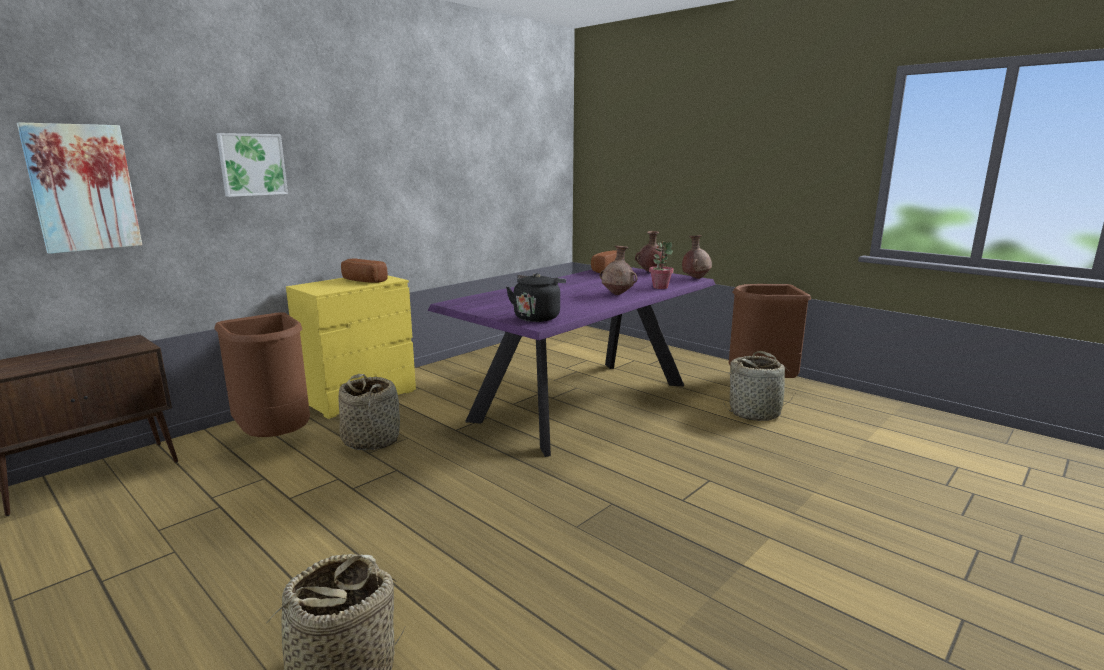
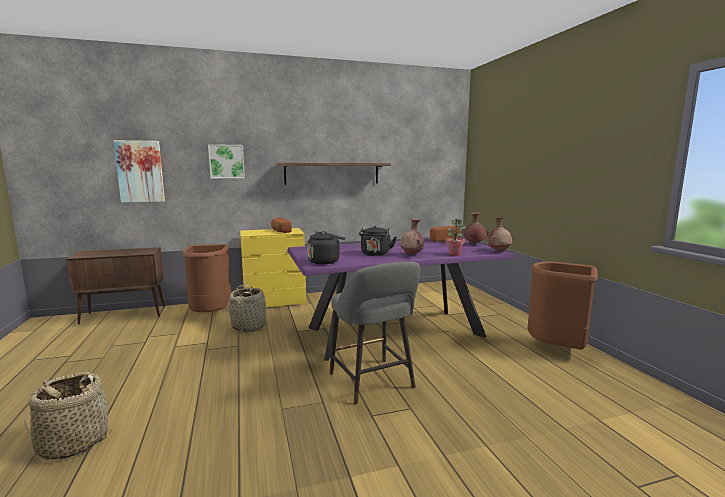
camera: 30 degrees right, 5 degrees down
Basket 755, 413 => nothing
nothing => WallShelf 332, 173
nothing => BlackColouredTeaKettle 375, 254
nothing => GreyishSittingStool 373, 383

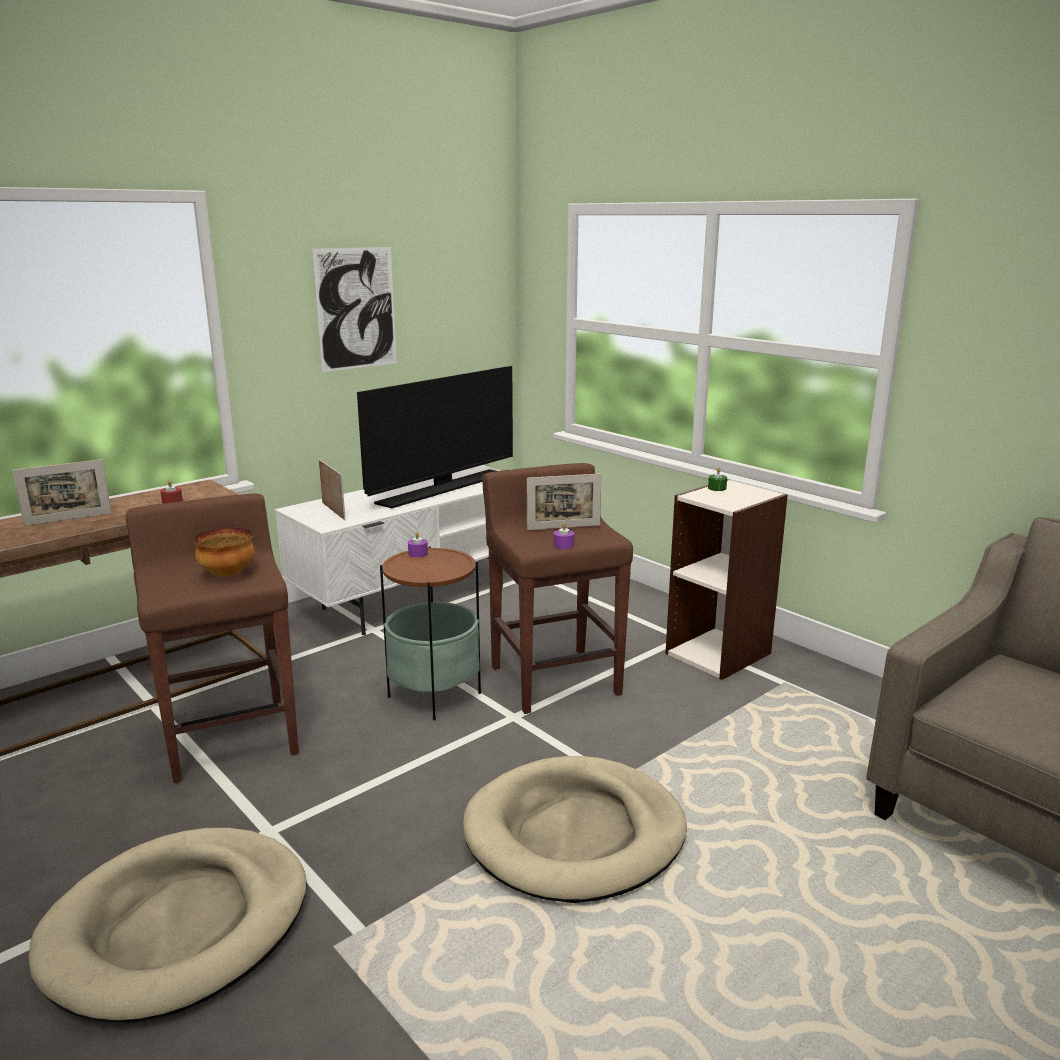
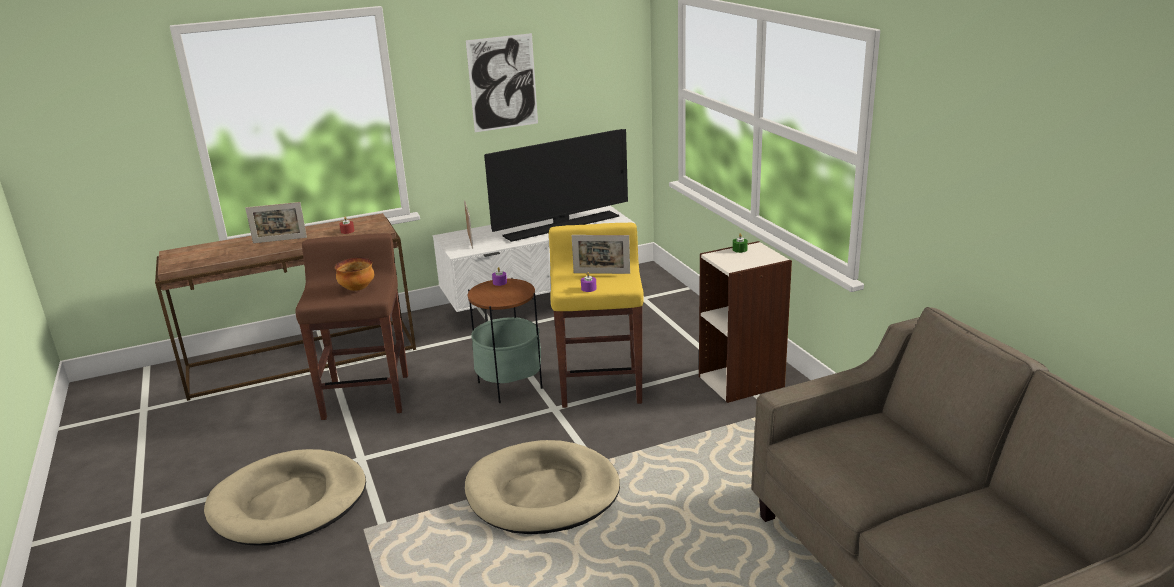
camera: 20 degrees right, 5 degrees up
BrownSittingStool 554, 679 => YellowSittingStool 600, 385

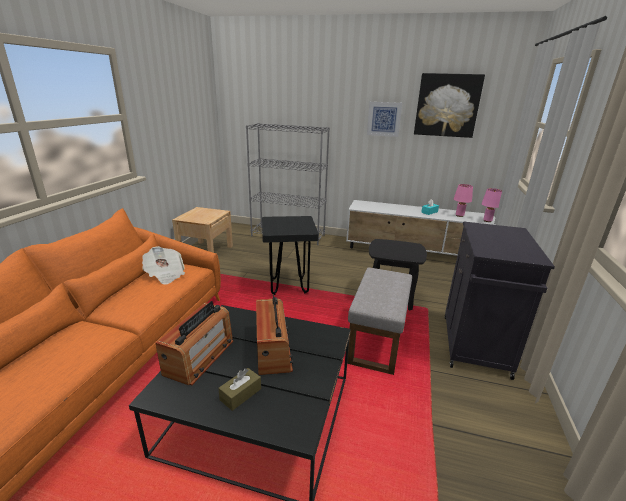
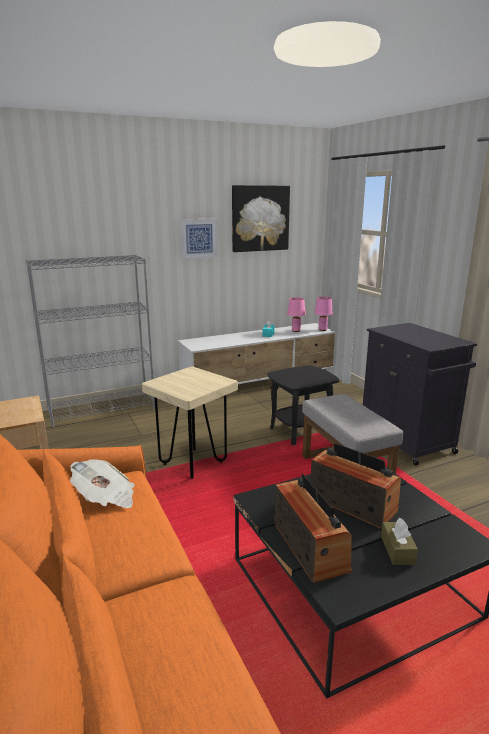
camera: 40 degrees left, 5 degrees down
BlackColouredSittingStool 288, 286 => SandColouredSittingStool 193, 463

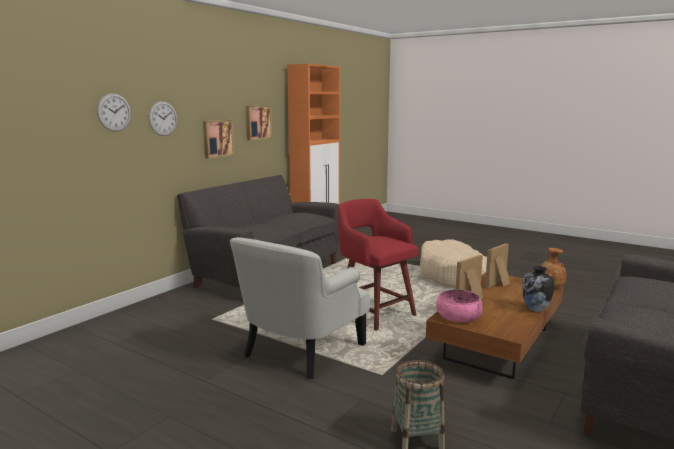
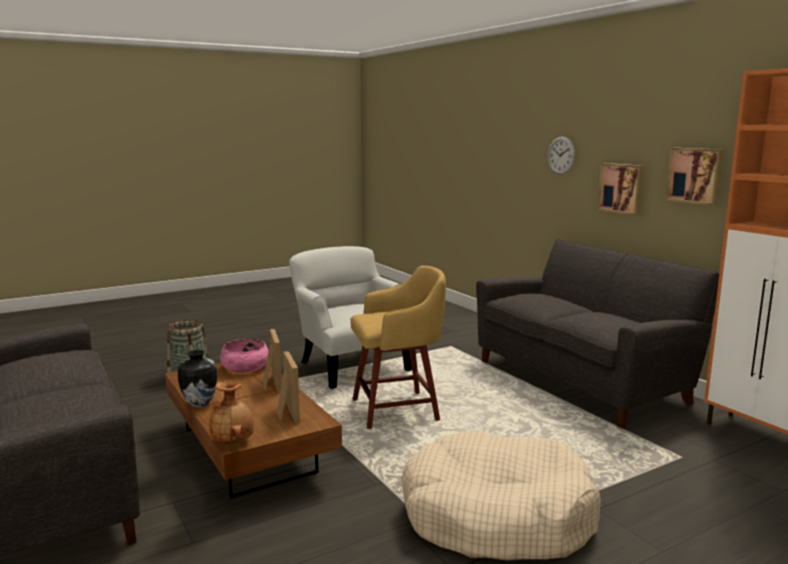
camera: 115 degrees right, 0 degrees up
ClockOnTheWall 114, 112 => nothing
RedColouredSittingStool 374, 313 => YellowSittingStool 398, 410

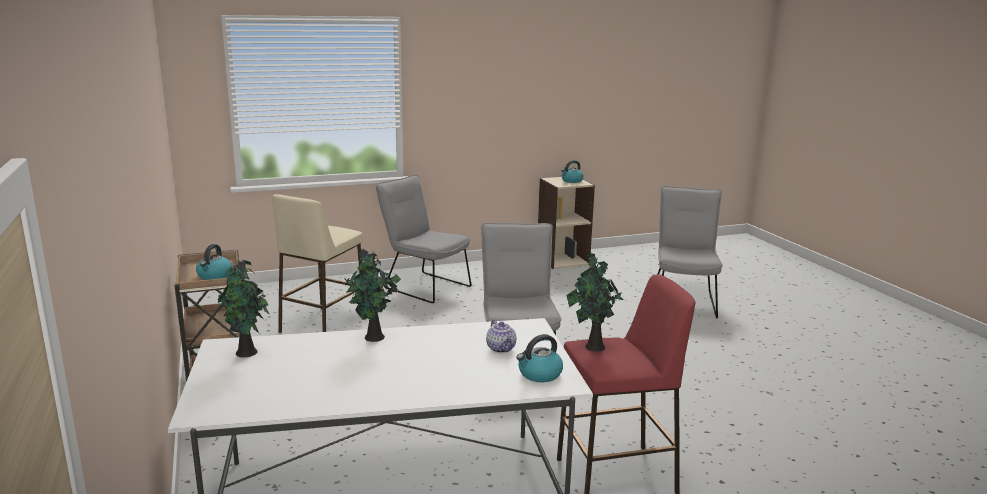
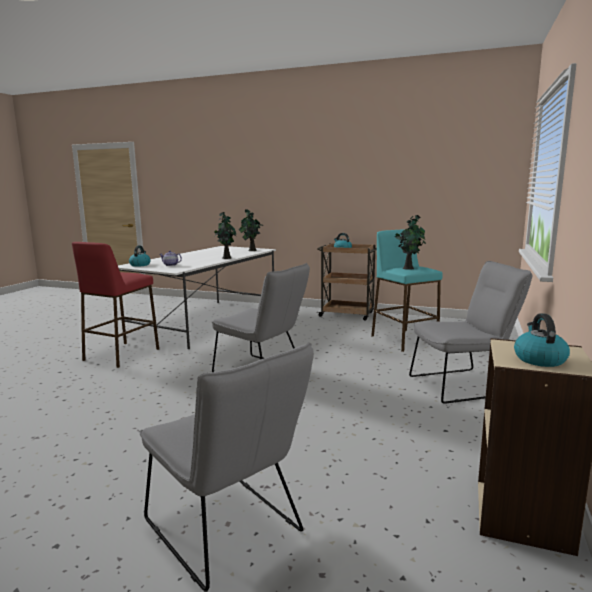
camera: 130 degrees right, 5 degrees down
SandColouredSittingStool 322, 325 => TurquoiseSittingStool 403, 340
PottedPlant 593, 346 => PottedPlant 409, 268, moved

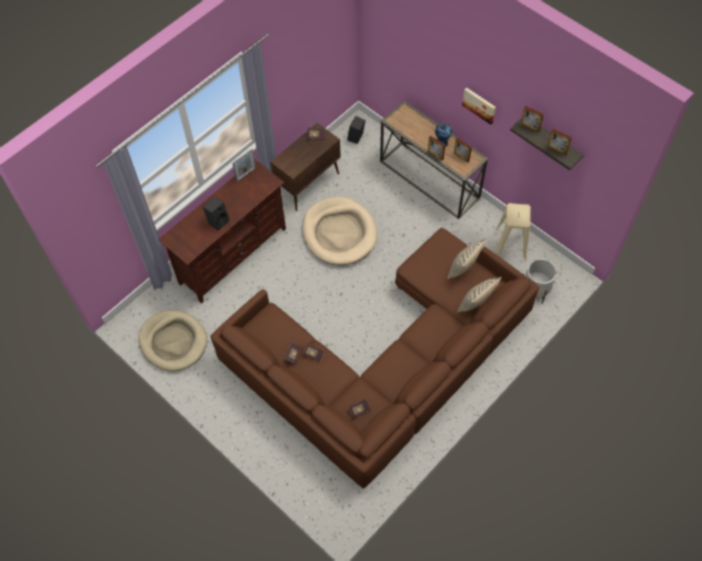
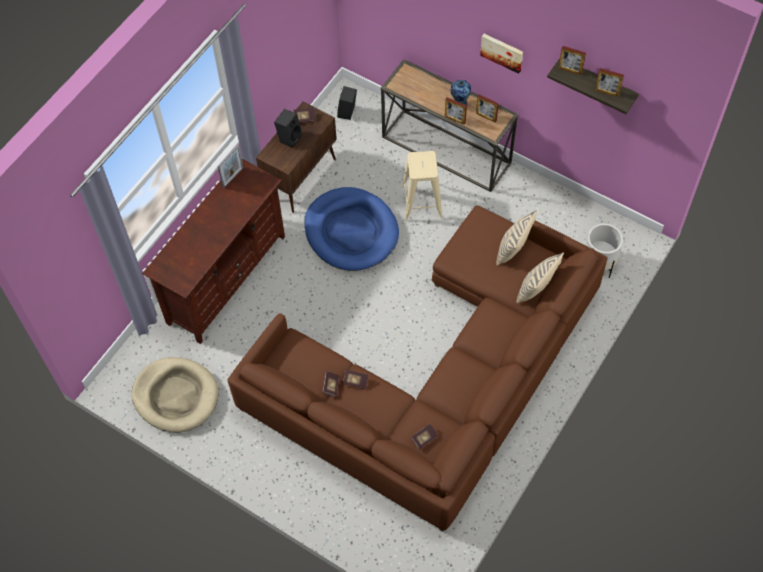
camera: 10 degrees left, 0 degrees up
BlackColouredAudioSpeaker 218, 220 => BlackColouredAudioSpeaker 289, 137, moved
SandColouredDogCushion 339, 233 => BlueColouredDogCushion 351, 231
SandColouredSittingStool 510, 244 => SandColouredSittingStool 422, 202, moved

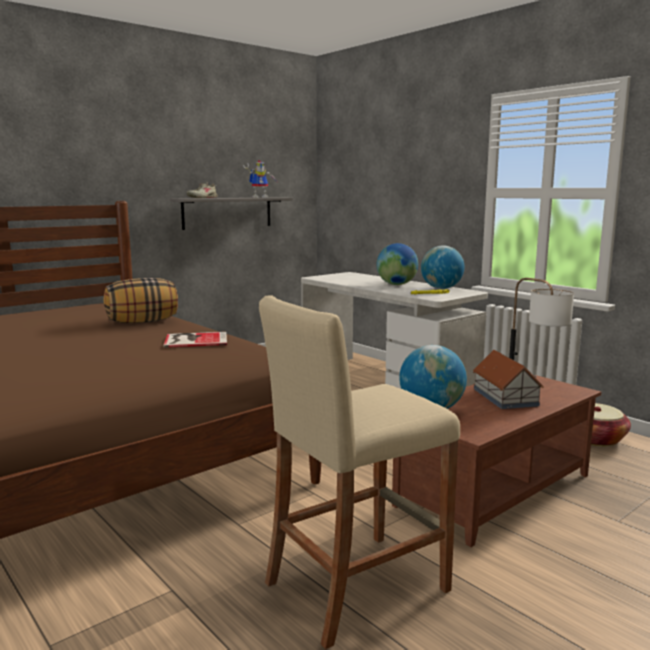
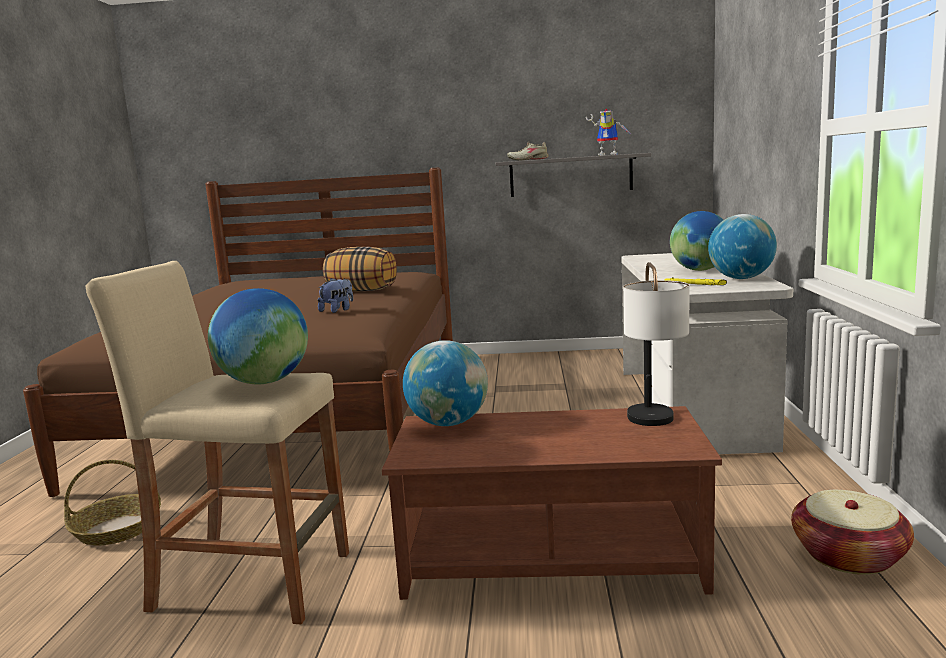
camera: 45 degrees right, 0 degrees up
BoundBook 194, 340 => SoftToy 337, 310
ModelHouse 505, 397 => nothing
nothing => Globe 265, 382
nothing => Basket 118, 529

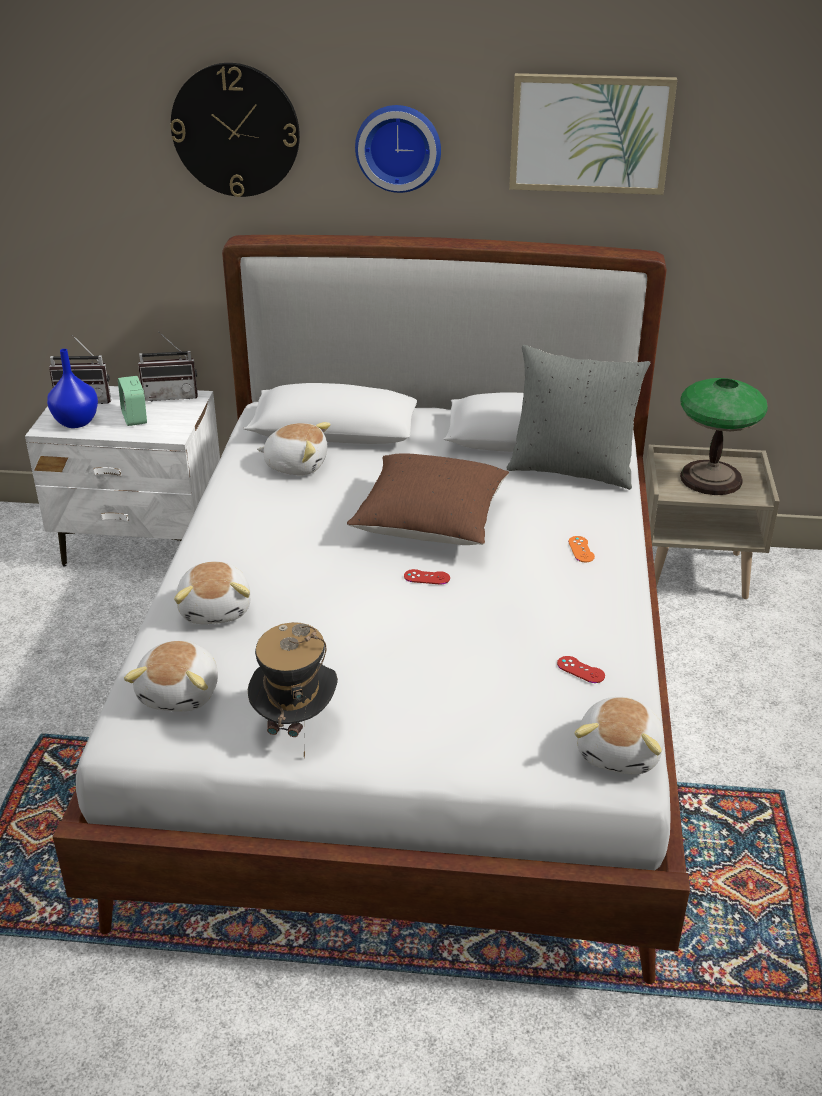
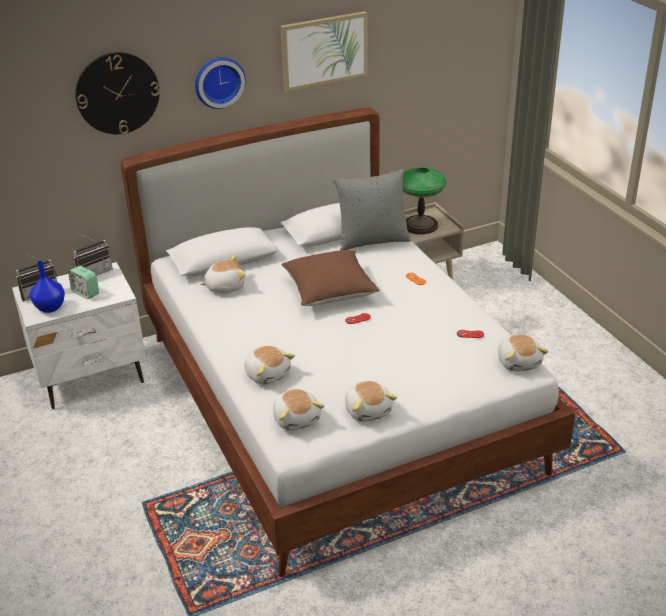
camera: 30 degrees left, 0 degrees up
ClothingHat 295, 726 => SoftToy 368, 410

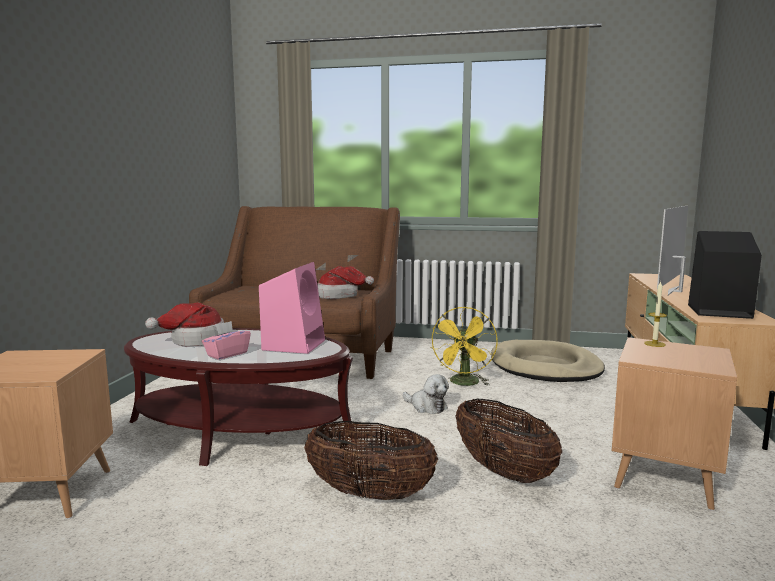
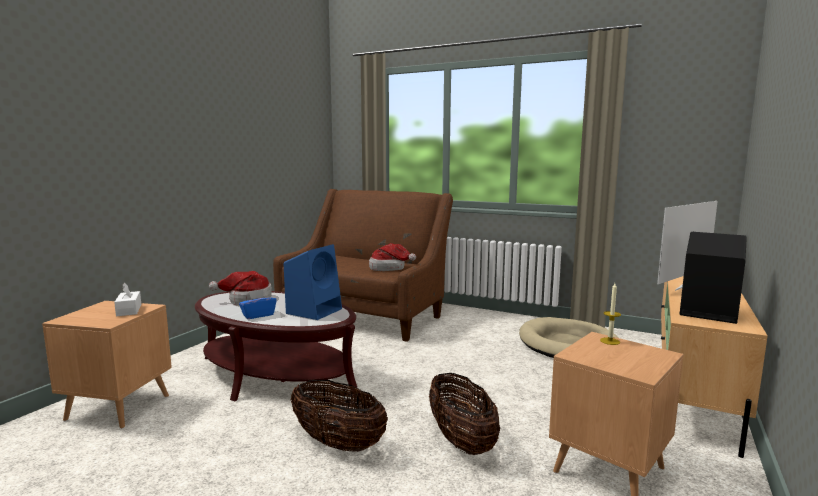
camera: 15 degrees right, 0 degrees up
PinkAudioSpeaker 294, 344 => BlueColouredAudioSpeaker 315, 311
YellowElectricFan 464, 384 => nothing
PinkTissueHolder 227, 354 => BlueColouredTissueHolder 258, 315
SoftToy 426, 407 => nothing
nothing => WhiteTissueHolder 129, 310

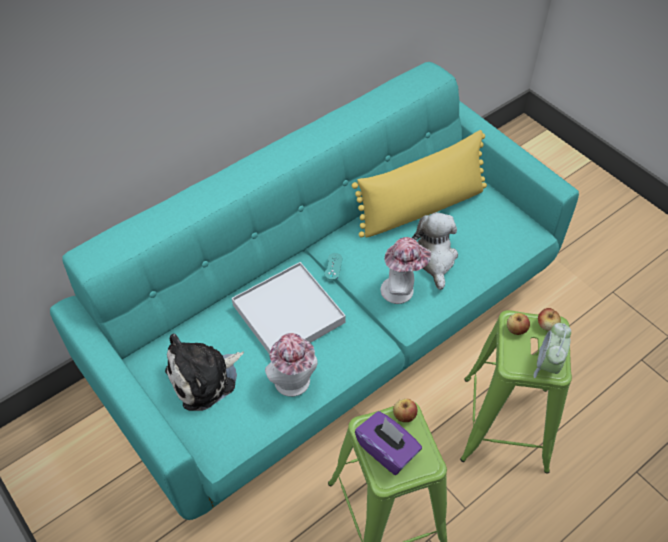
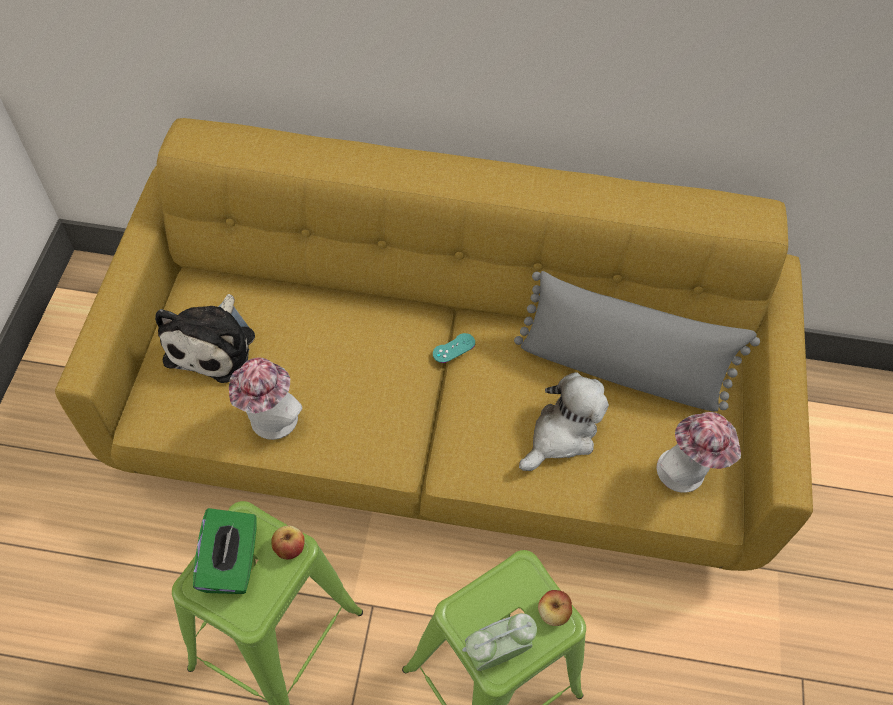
camera: 45 degrees right, 5 degrees up
TurquoiseCouch 333, 330 => YellowCouch 444, 423
YellowPillow 421, 208 => GreyishPillow 621, 369
ClothingHat 401, 290 => ClothingHat 686, 475, moved
WhiteServingTray 288, 313 => nothing
WholeApple 516, 329 => nothing
SoftToy 205, 377 => SoftToy 214, 344, 90 degrees counterclockwise
PurpleTissueHolder 387, 450 => GreenColouredTissueHolder 231, 562

